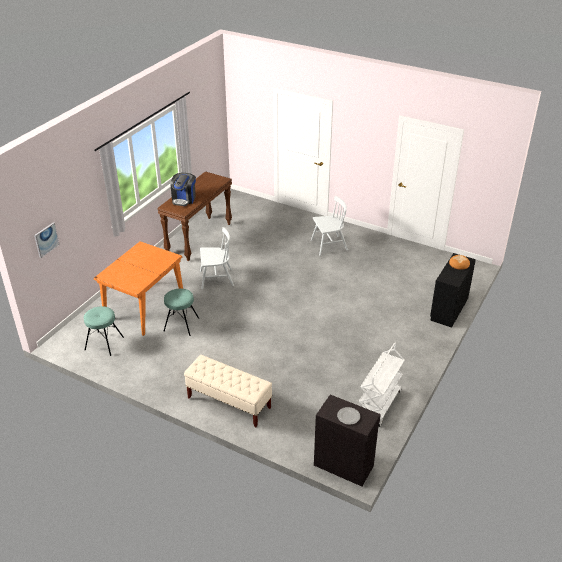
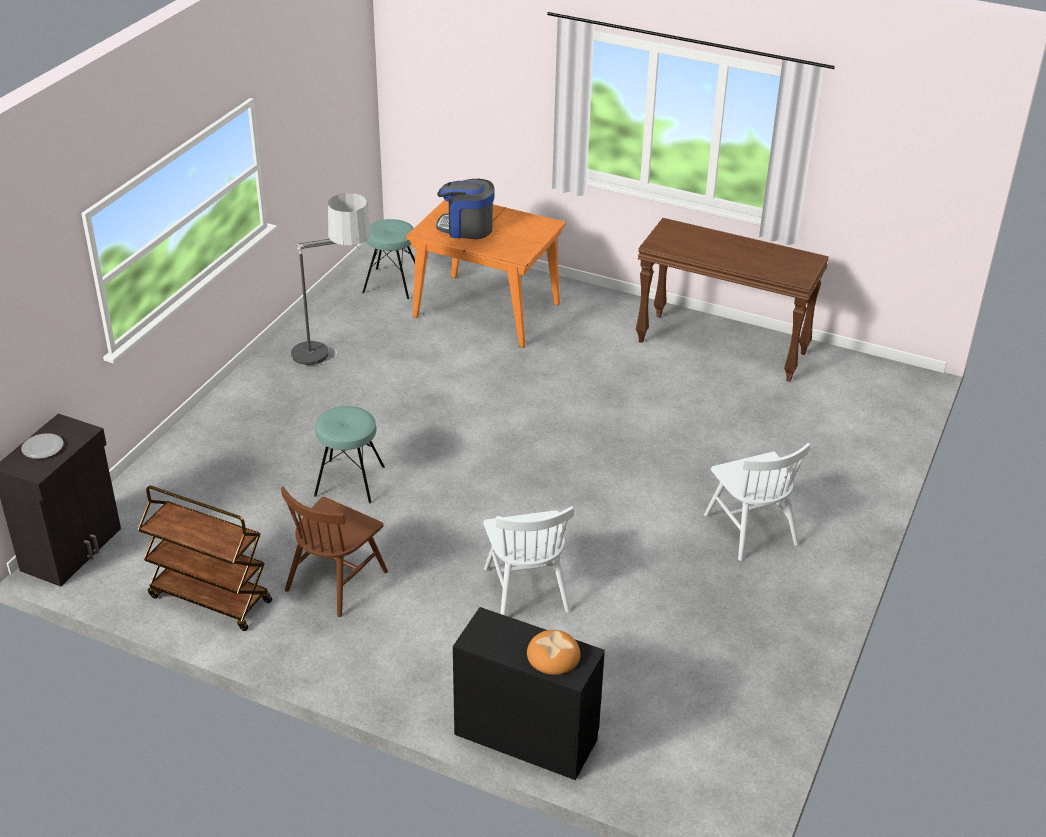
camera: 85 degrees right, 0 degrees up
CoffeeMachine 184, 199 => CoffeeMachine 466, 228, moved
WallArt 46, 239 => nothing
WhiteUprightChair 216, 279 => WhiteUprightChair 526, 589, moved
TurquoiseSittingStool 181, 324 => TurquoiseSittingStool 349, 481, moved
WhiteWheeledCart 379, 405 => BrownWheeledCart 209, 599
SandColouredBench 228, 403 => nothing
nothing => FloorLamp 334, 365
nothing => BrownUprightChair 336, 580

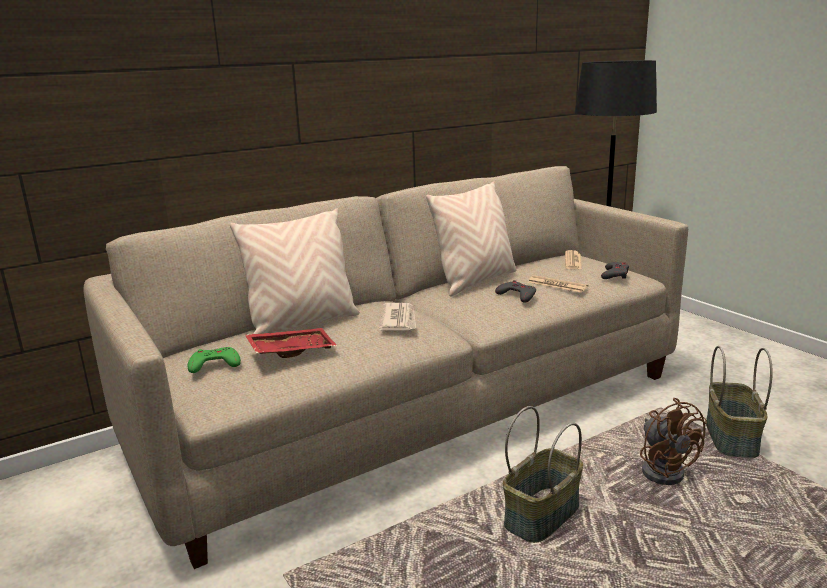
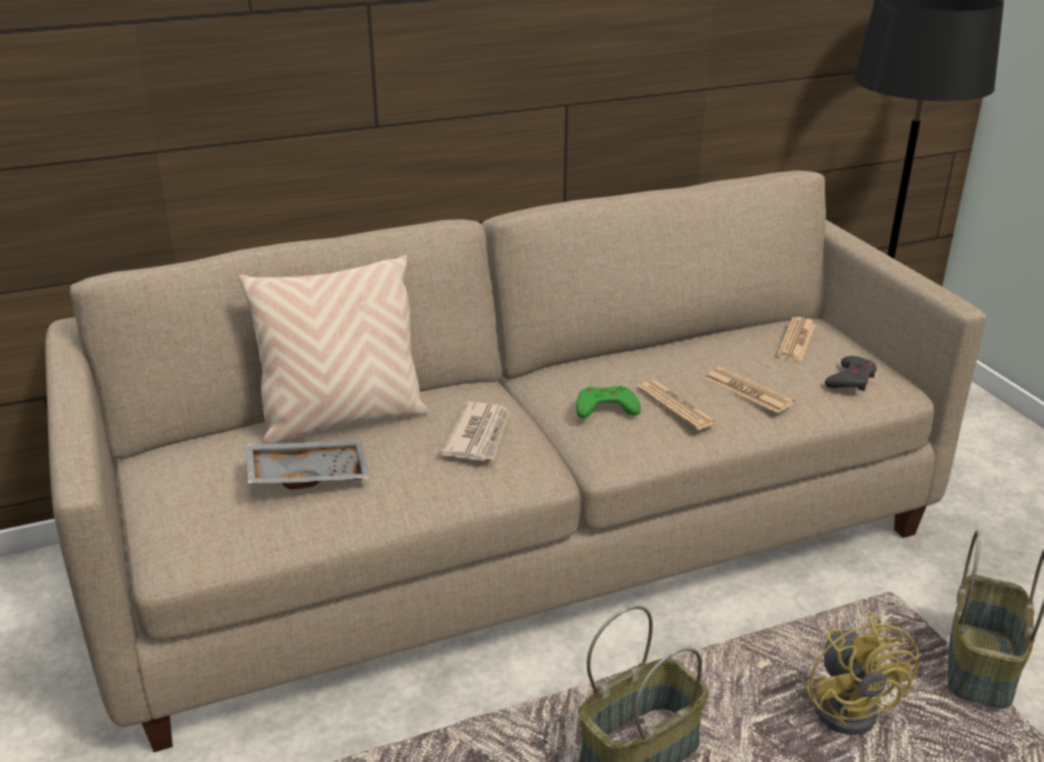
camera: 10 degrees right, 10 degrees up
SandColouredPillow 475, 281 => nothing
GreyishGameController 517, 295 => DailyPaper 676, 406
RedColouredServingTray 291, 350 => GreyishServingTray 308, 474
GreenColouredGameController 214, 364 => GreenColouredGameController 606, 408, moved
BrownElectricFan 663, 469 => YellowElectricFan 851, 705

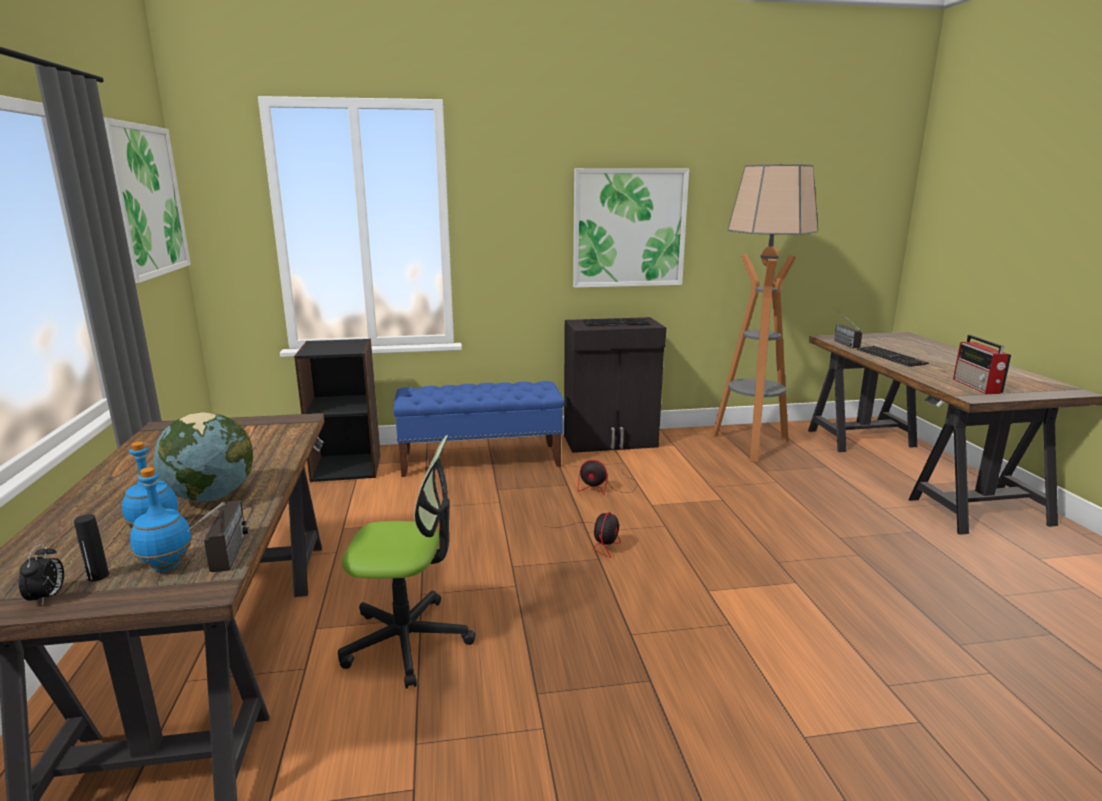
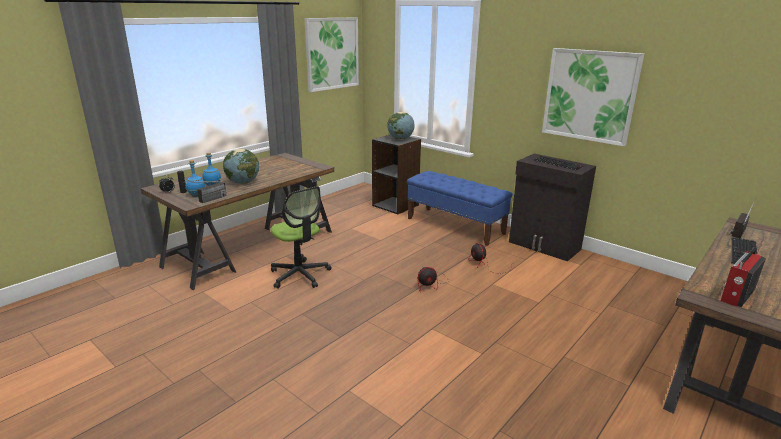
camera: 50 degrees right, 5 degrees up
FloorLamp 750, 445 => nothing
nothing => Globe 400, 139

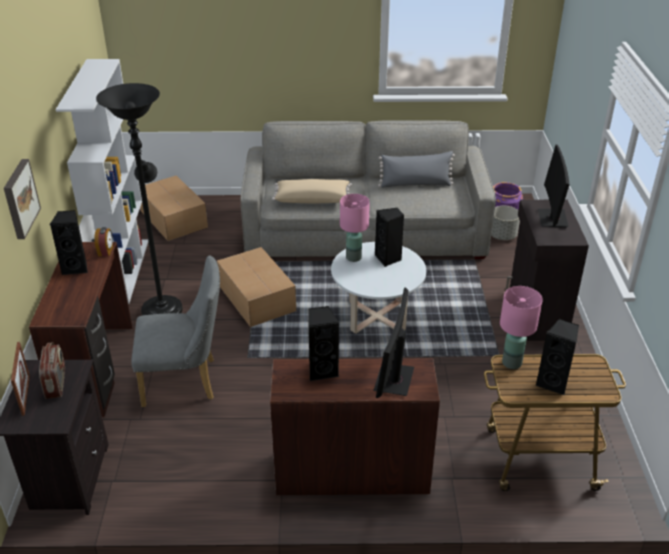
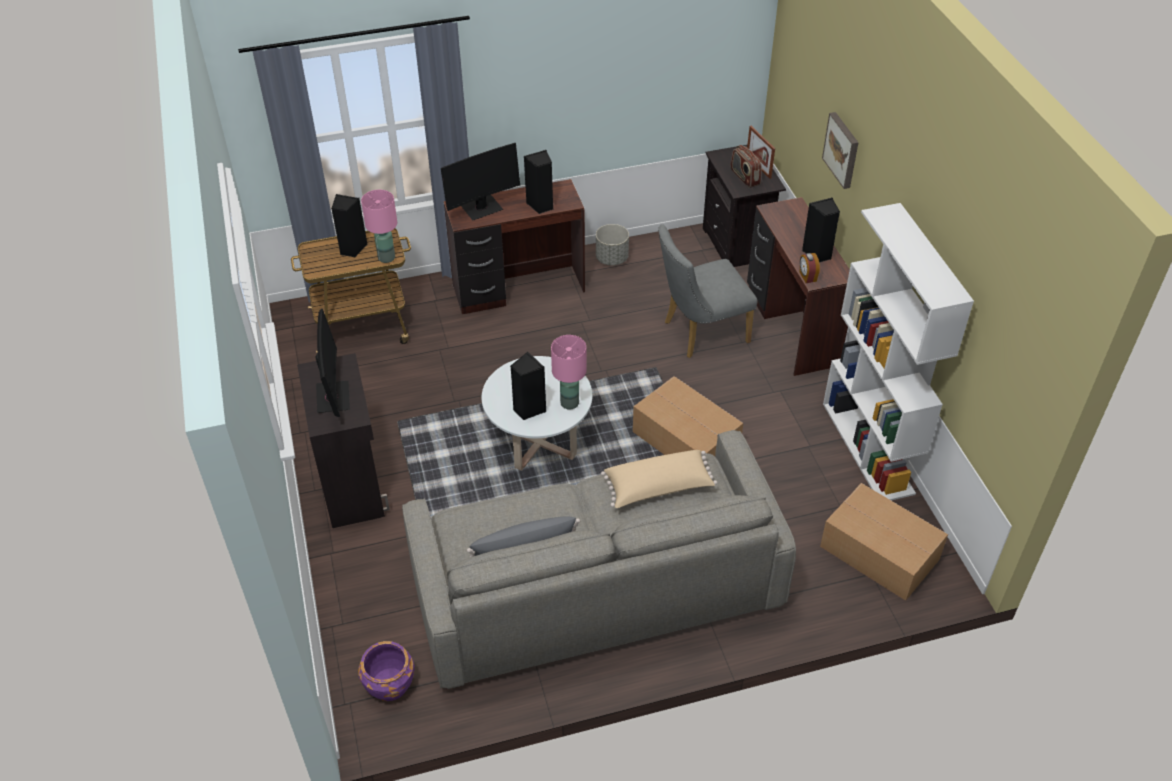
camera: 165 degrees right, 10 degrees up
BlackColouredFloorLamp 162, 307 => nothing
GreyishFlowerPot 502, 236 => GreyishFlowerPot 612, 258, moved
ComputerDisplay 394, 380 => ComputerDisplay 482, 208, 60 degrees clockwise

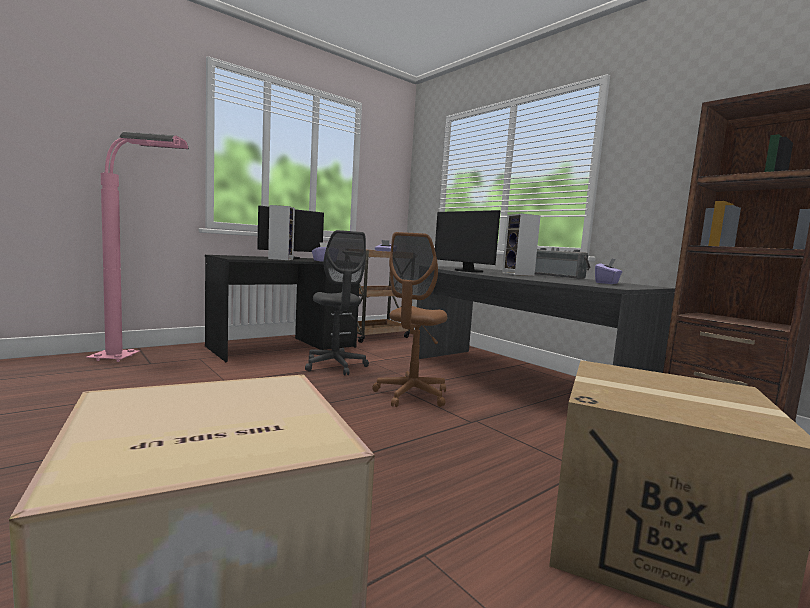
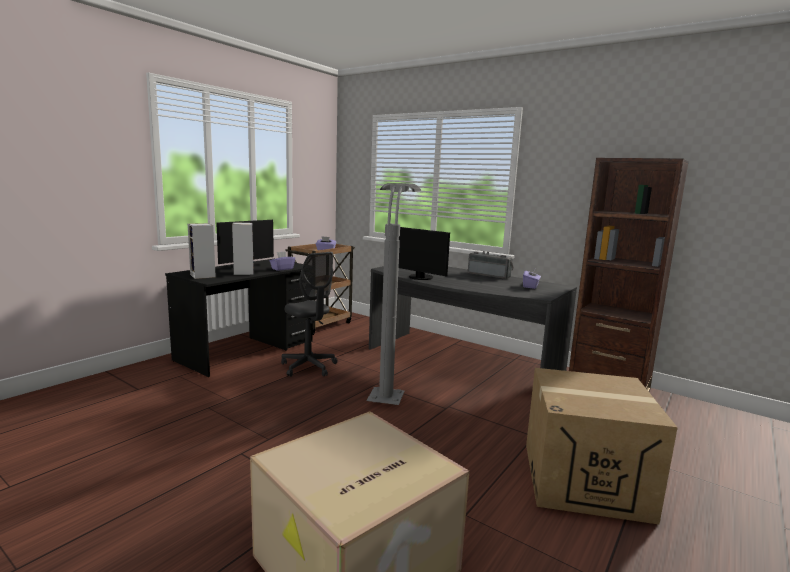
camera: 15 degrees left, 5 degrees up
PinkFloorLamp 139, 359 => nothing
AudioSpeaker 519, 274 => AudioSpeaker 203, 276, moved
BrownDeskChair 411, 395 => GreyishFloorLamp 389, 389

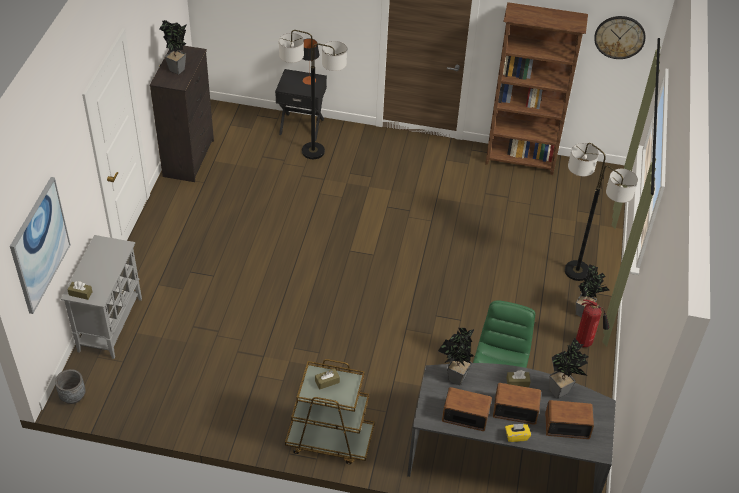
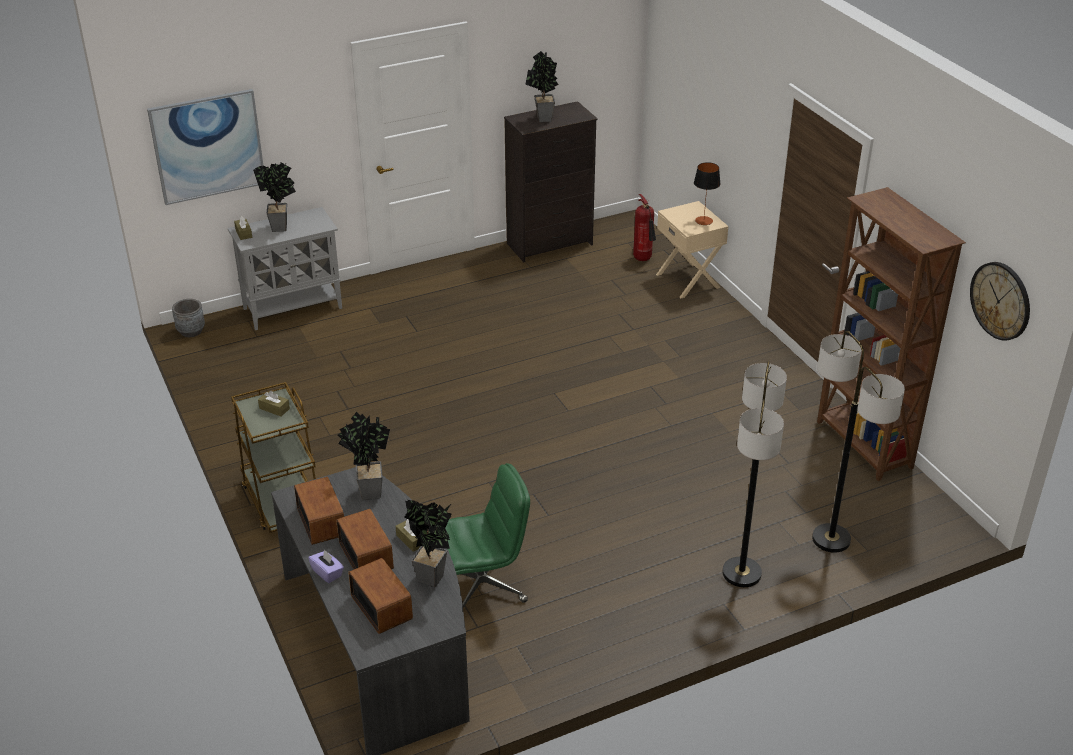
camera: 55 degrees right, 10 degrees down
FloorLamp 313, 151 => FloorLamp 831, 539, moved
BlackColouredNightstand 302, 126 => SandColouredNightstand 689, 280
PottedPlant 585, 312 => PottedPlant 282, 228, moved
Extinguisher 586, 343 => Extinguisher 643, 260, moved
YellowTissueHolder 516, 436 => PurpleTissueHolder 327, 573

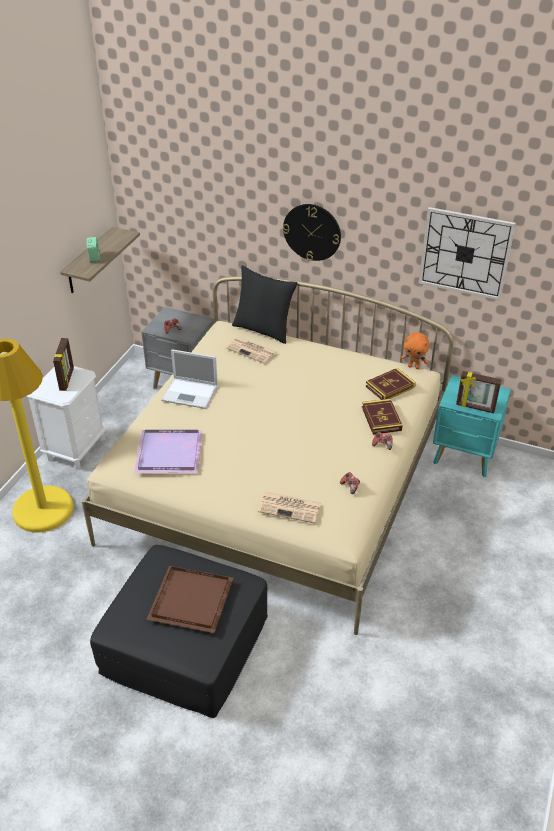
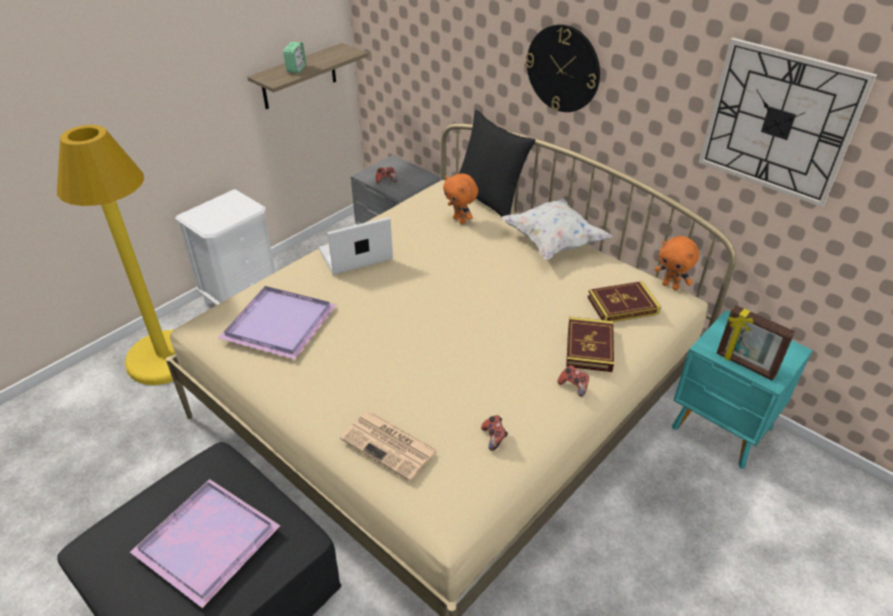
camera: 20 degrees right, 0 degrees up
DailyPaper 252, 350 => OrangeySoftToy 460, 220
PictureFrame 67, 379 => nothing
NotebookComputer 191, 393 => NotebookComputer 354, 255, 120 degrees clockwise
BrownServingTray 192, 601 => PurpleServingTray 207, 544
nothing => WhitePillow 552, 242

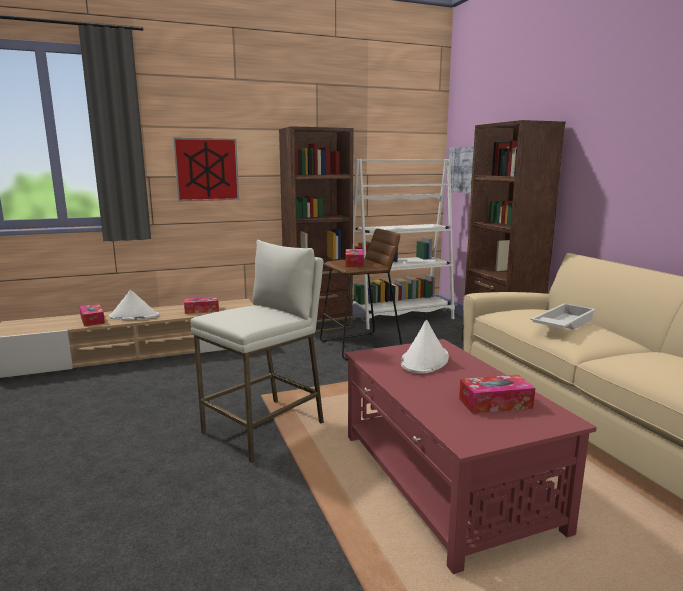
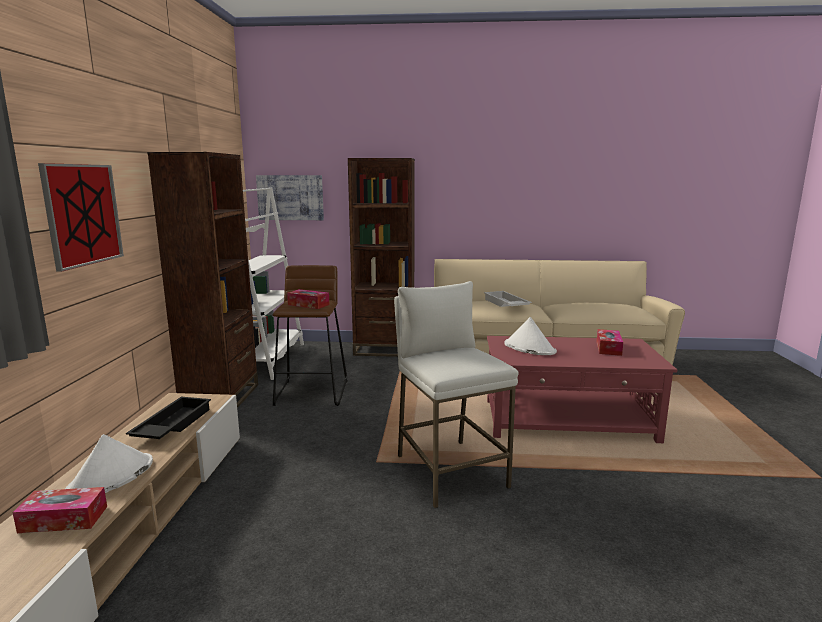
camera: 65 degrees left, 0 degrees up
TissueHolder 202, 310 => BlackColouredServingTray 172, 425

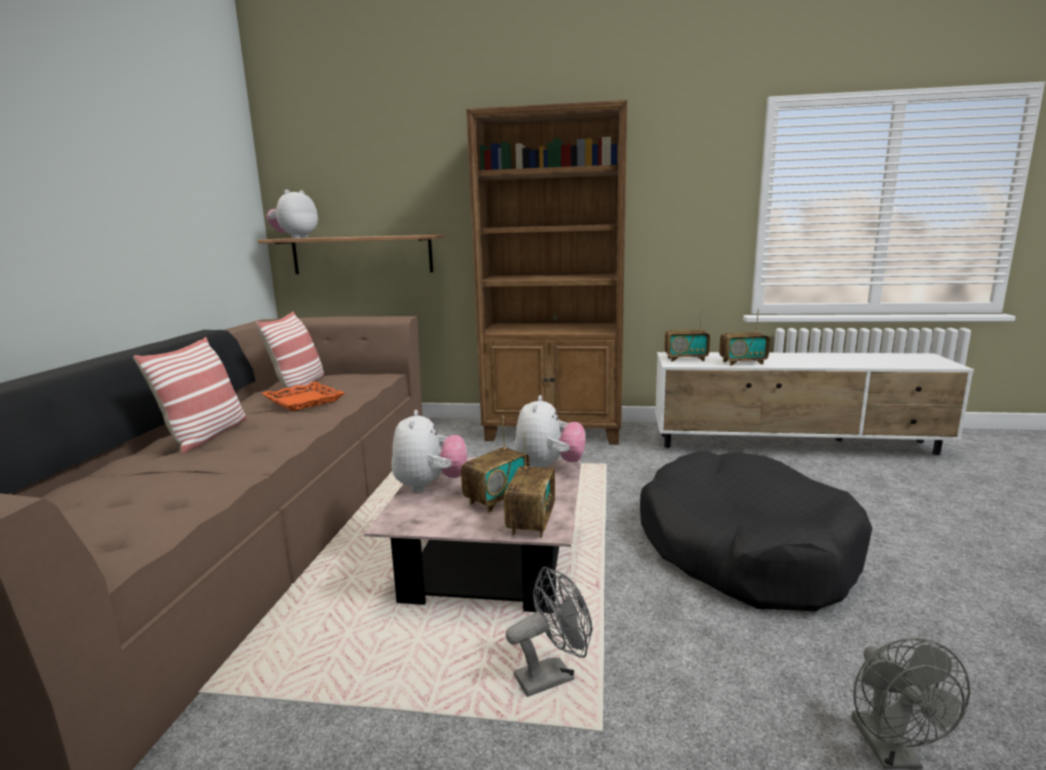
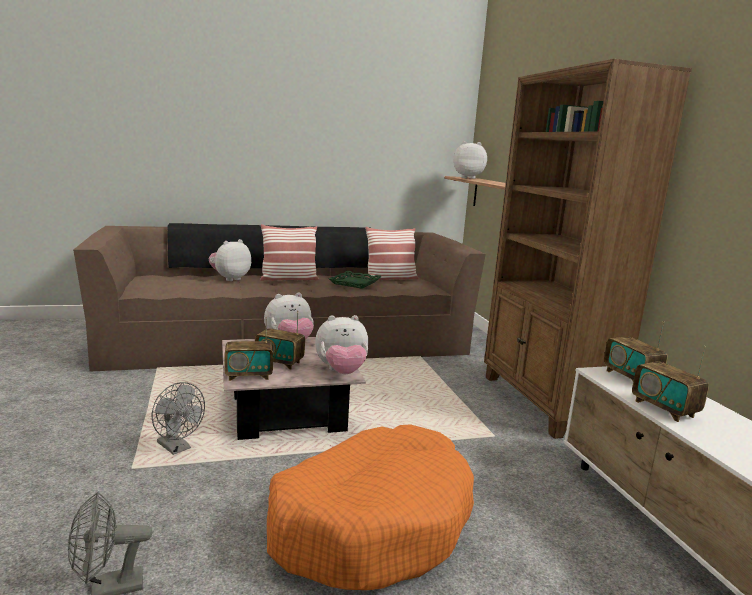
camera: 65 degrees right, 0 degrees up
OrangeyServingTray 303, 401 => GreenColouredServingTray 354, 283
BlackColouredDogCushion 743, 550 => OrangeyDogCushion 371, 523
nothing => SoftToy 230, 279

